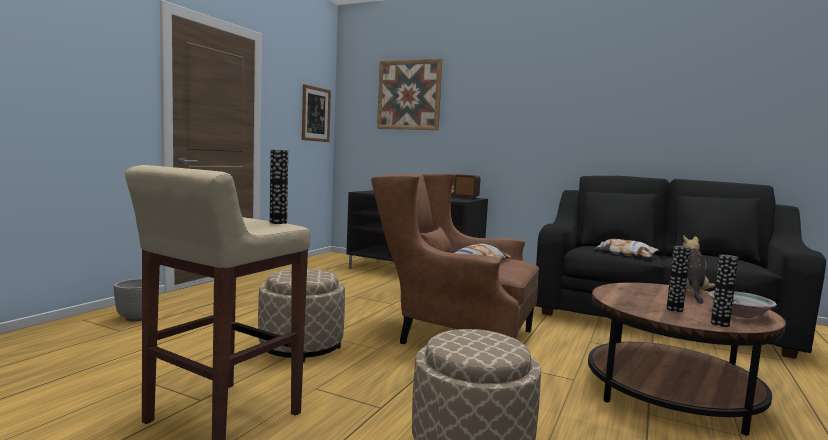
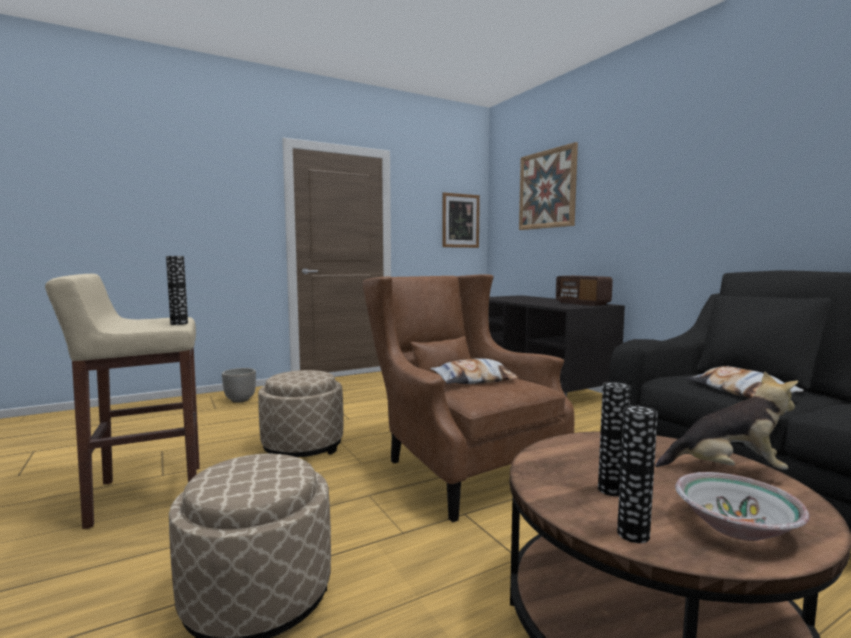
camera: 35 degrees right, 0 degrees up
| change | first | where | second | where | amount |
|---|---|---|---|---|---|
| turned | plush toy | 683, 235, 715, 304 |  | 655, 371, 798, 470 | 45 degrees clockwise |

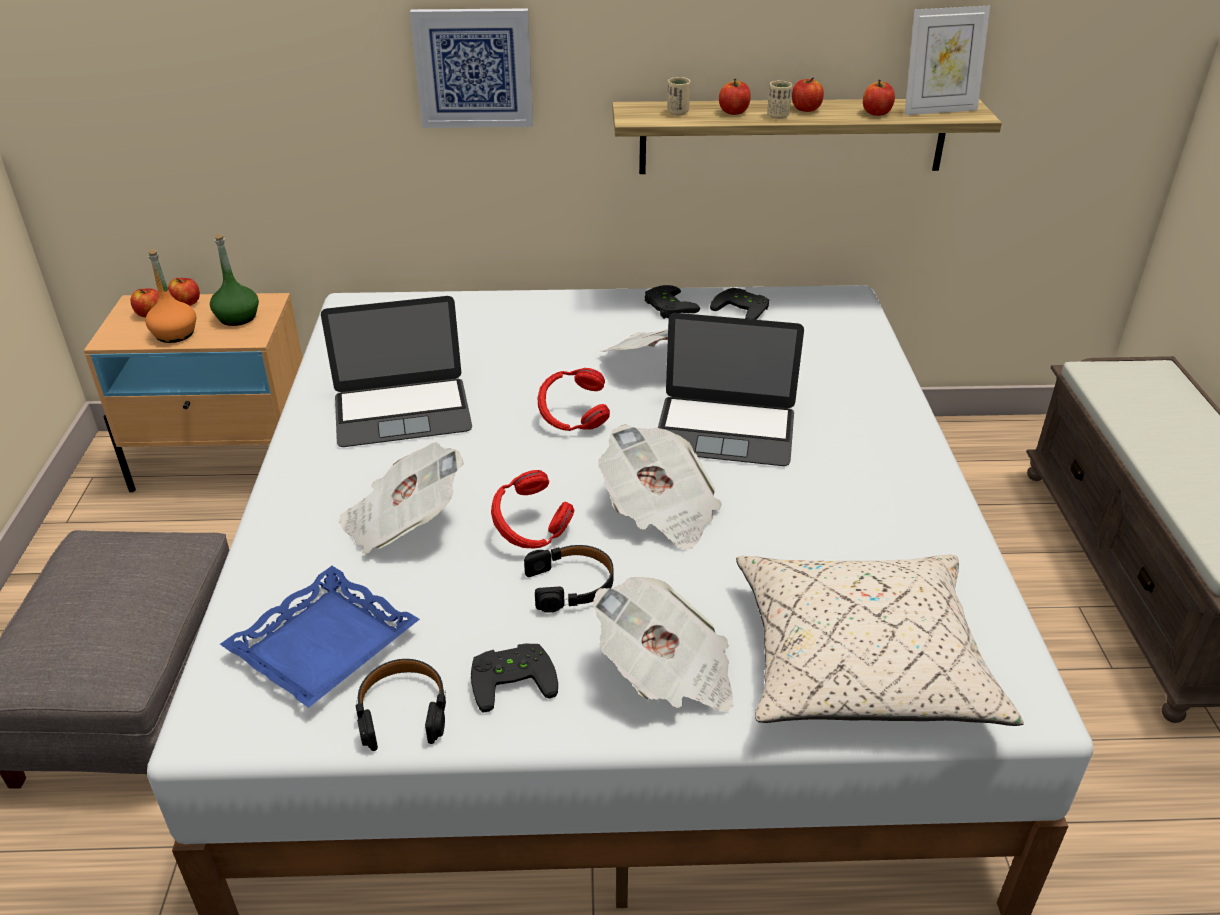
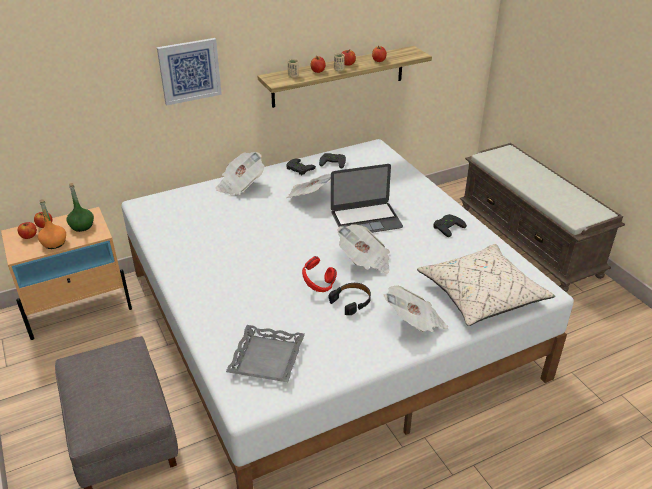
camera: 25 degrees left, 0 degrees up
| change | first | where | second | where | amount |
|---|---|---|---|---|---|
| recoloured | blue carrying tray | 220, 566, 420, 708 | gray carrying tray | 226, 325, 305, 382 |  |
| removed | notebook computer | 321, 296, 472, 447 |  |  |  |
| moved | printed paper | 339, 442, 464, 555 |  | 216, 152, 264, 196 |  |
| removed | black-coloured pair of headphones | 356, 659, 446, 751 |  |  |  |
| moved | black-coloured game controller | 471, 644, 558, 712 |  | 433, 214, 467, 237 |  |
| removed | reddish pair of headphones | 537, 368, 610, 431 |  |  |  |
| removed | standing frame | 905, 6, 990, 115 |  |  |  |

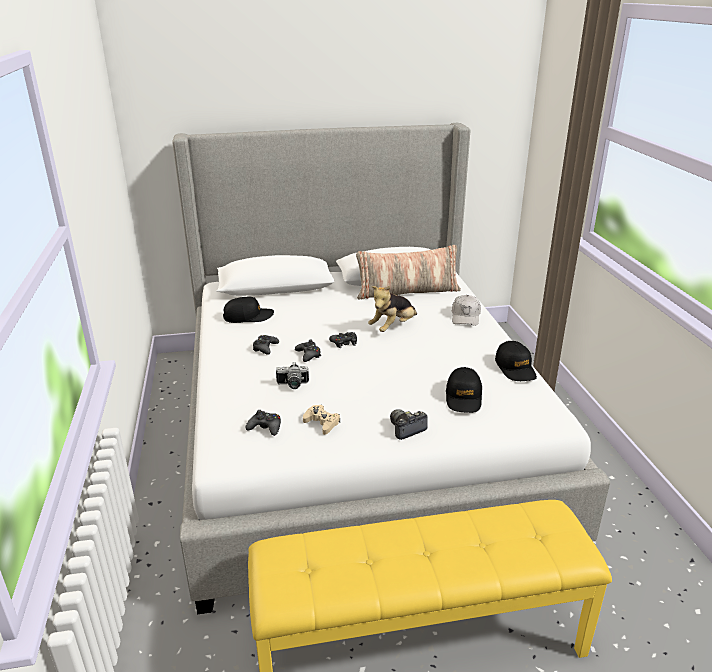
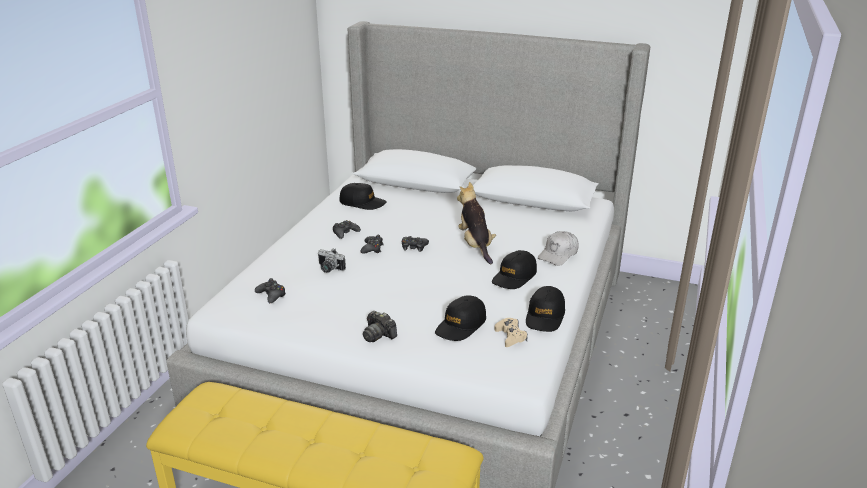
camera: 30 degrees right, 0 degrees up
| change | first | where | second | where | amount |
|---|---|---|---|---|---|
| moved | beige game controller | 303, 405, 340, 435 |  | 494, 318, 527, 347 |  |
| removed | pillow | 356, 245, 461, 299 |  |  |  |
| turned | plush toy | 368, 285, 417, 332 |  | 457, 182, 496, 264 | 90 degrees clockwise |
| turned | still camera | 390, 409, 428, 440 |  | 363, 311, 397, 342 | 135 degrees counterclockwise |
| added |  |  | black-coloured cap | 492, 250, 537, 289 |  |

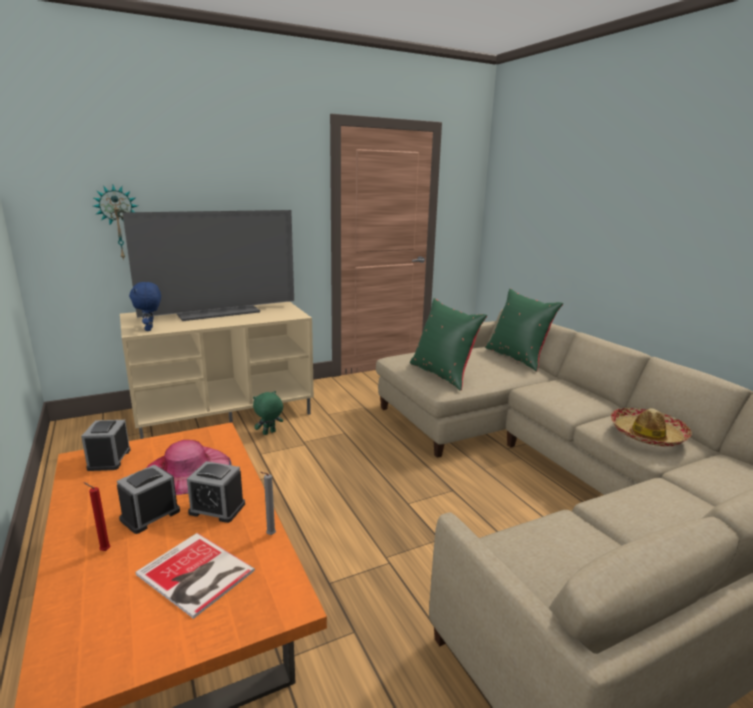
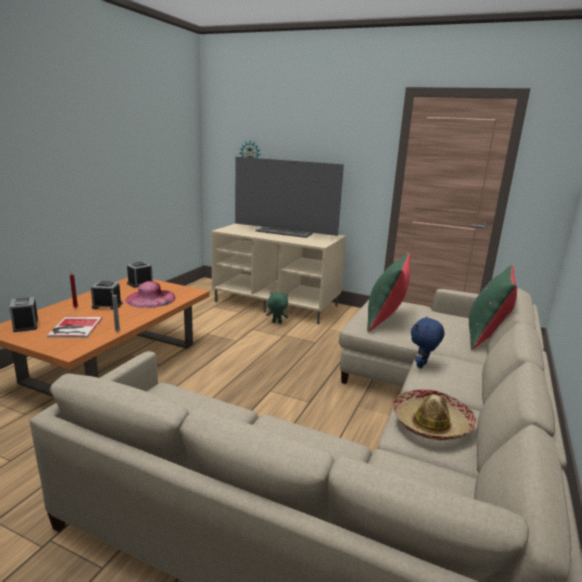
camera: 50 degrees right, 0 degrees up
| change | first | where | second | where | amount |
|---|---|---|---|---|---|
| moved | blue plush toy | 129, 282, 161, 331 |  | 411, 316, 444, 368 |  |
| moved | bedside clock | 187, 461, 245, 523 |  | 9, 297, 38, 332 |  |

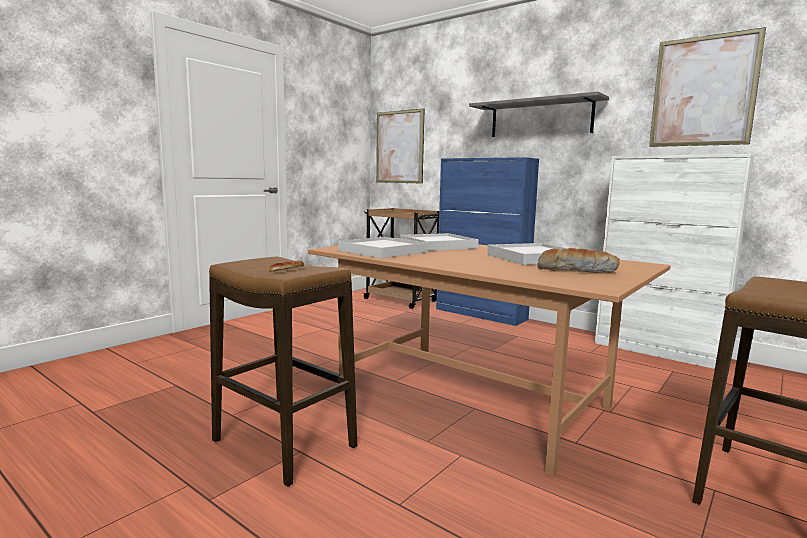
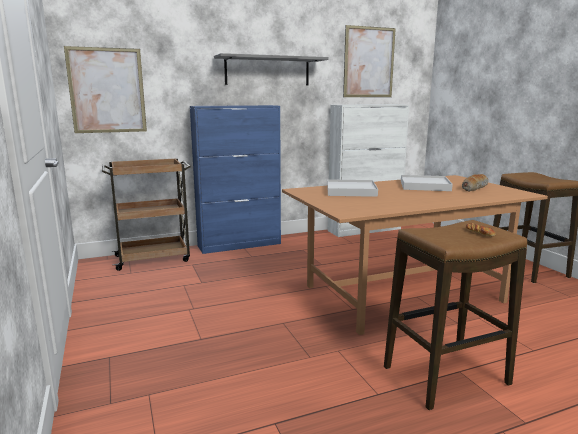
camera: 60 degrees left, 5 degrees up
| change | first | where | second | where | amount |
|---|---|---|---|---|---|
| removed | white-coloured carrying tray | 338, 237, 427, 258 |  |  |  |

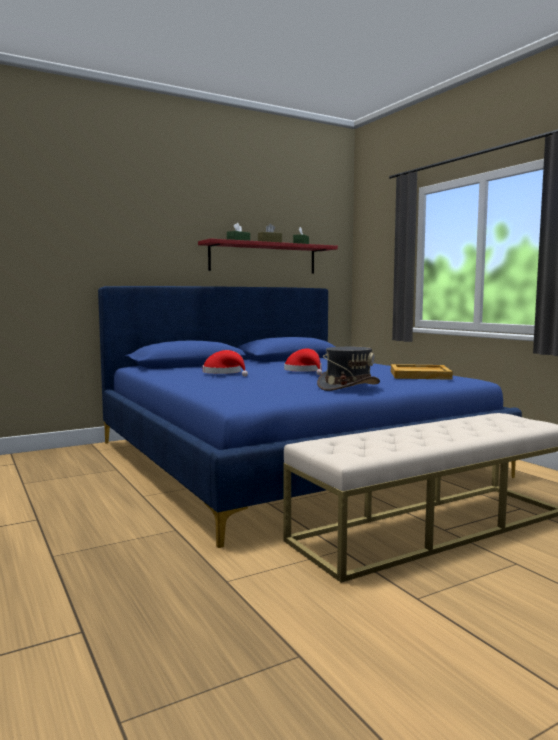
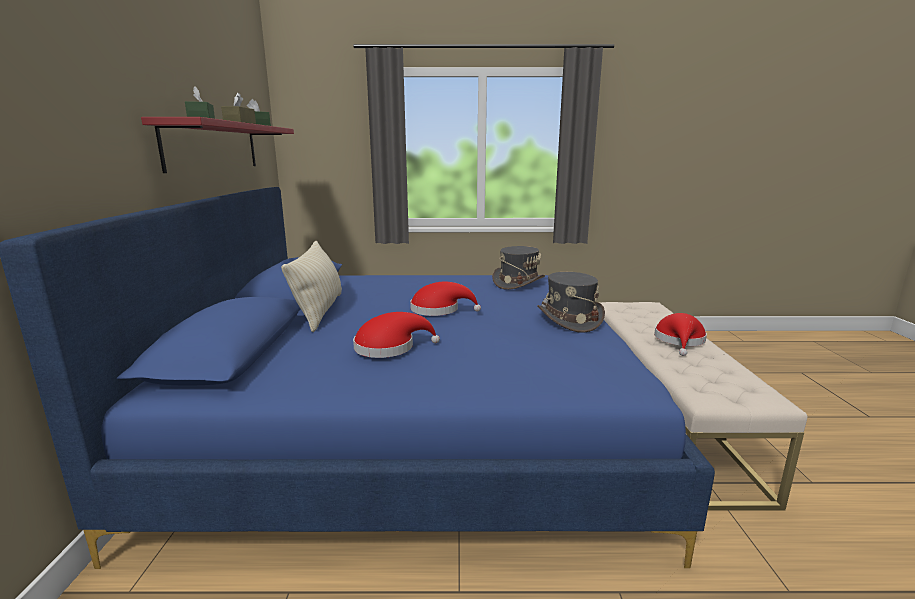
camera: 60 degrees left, 10 degrees up
| change | first | where | second | where | amount |
|---|---|---|---|---|---|
| replaced | beige carrying tray | 391, 364, 453, 380 | gray clothing hat | 492, 246, 545, 290 |  |
| added |  |  | beige pillow | 281, 241, 342, 332 |  |
| added |  |  | reddish clothing hat | 654, 313, 707, 356 |  |

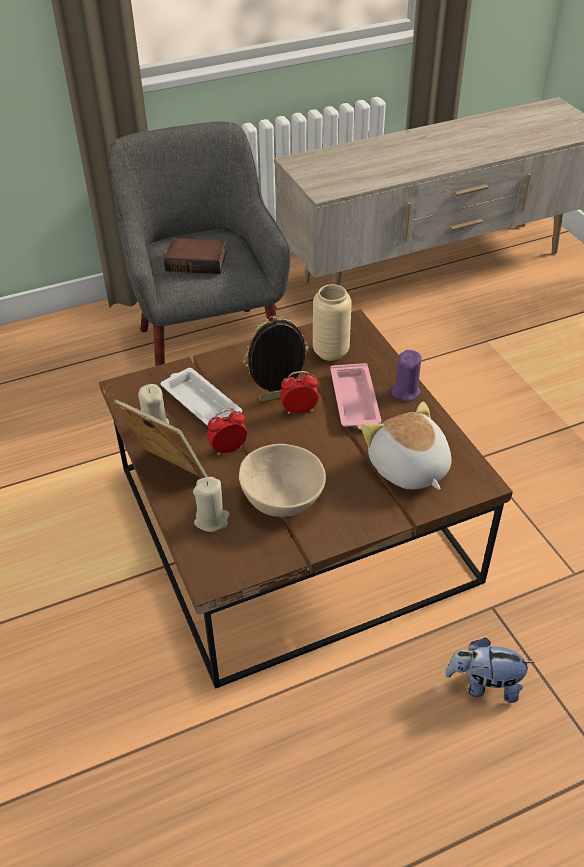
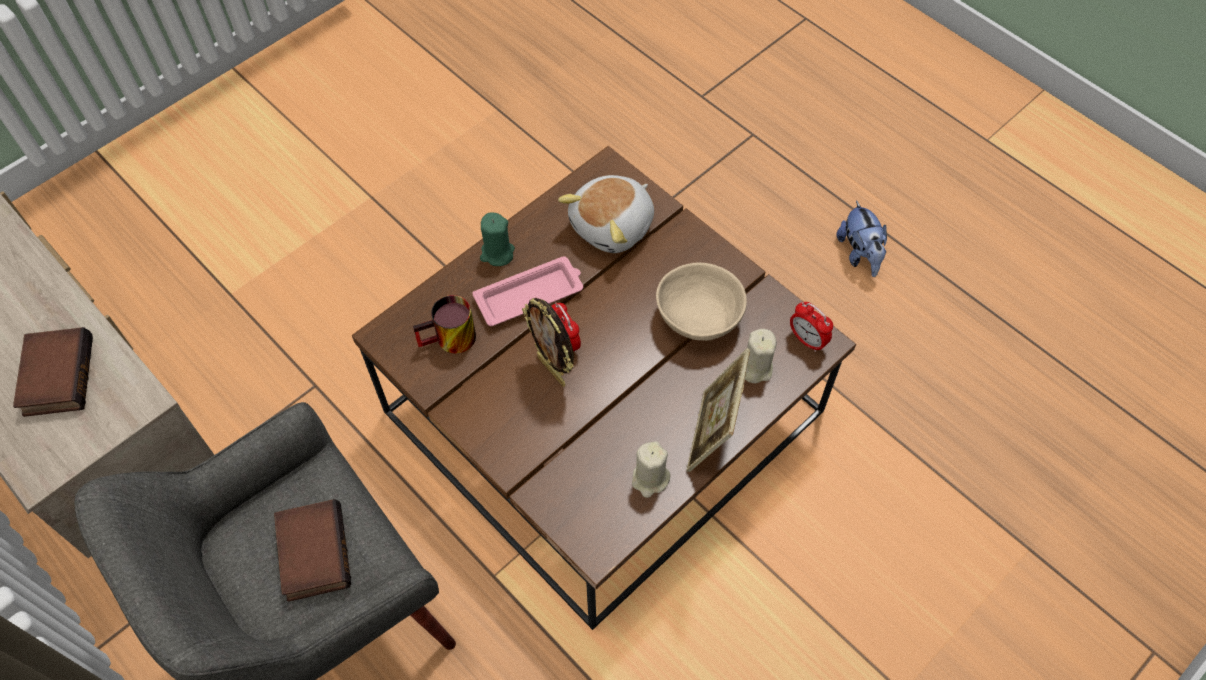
camera: 110 degrees left, 15 degrees up
| change | first | where | second | where | amount |
|---|---|---|---|---|---|
| removed | white-coloured carrying tray | 161, 368, 242, 426 |  |  |  |
| moved | bedside clock | 207, 409, 247, 456 |  | 790, 302, 833, 352 |  |
| replaced | beige decorative vase | 313, 284, 352, 361 | mug | 413, 295, 476, 354 |  |
| recoloured | purplish wax candle | 391, 350, 422, 401 | green wax candle | 480, 213, 515, 266 |  |
| moved | plush toy | 445, 638, 534, 703 |  | 837, 200, 887, 277 |  |
| added |  |  | bound book | 13, 327, 93, 417 |  |

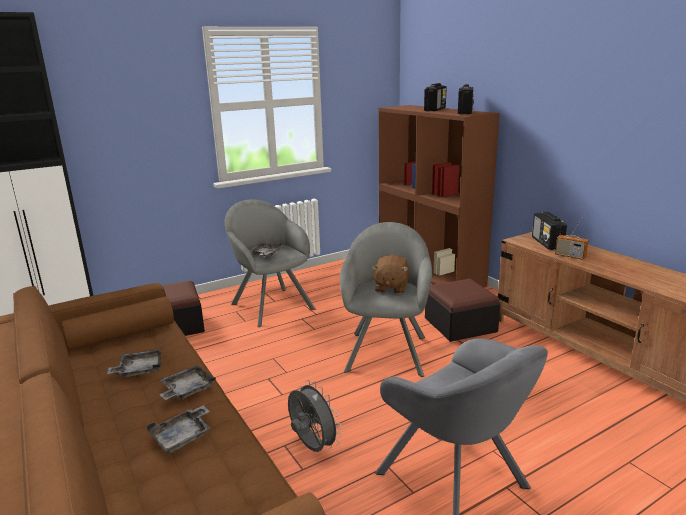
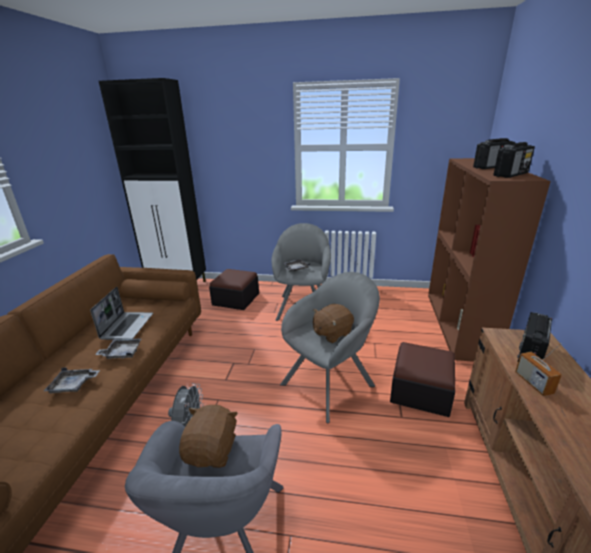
camera: 40 degrees right, 5 degrees up
| change | first | where | second | where | amount |
|---|---|---|---|---|---|
| replaced | gray carrying tray | 107, 349, 161, 377 | notebook computer | 90, 287, 153, 340 |  |
| added |  |  | brownish plush toy | 179, 405, 238, 468 |  |

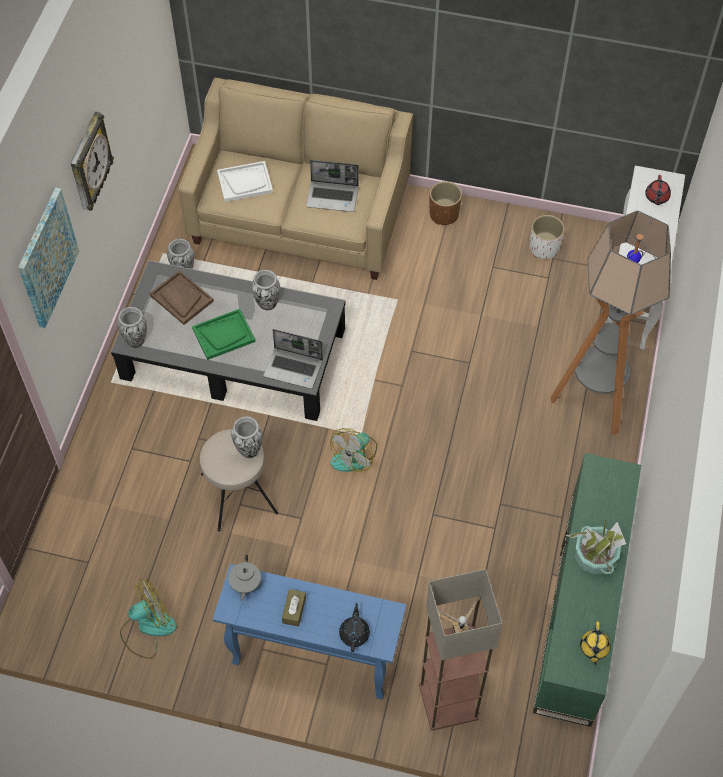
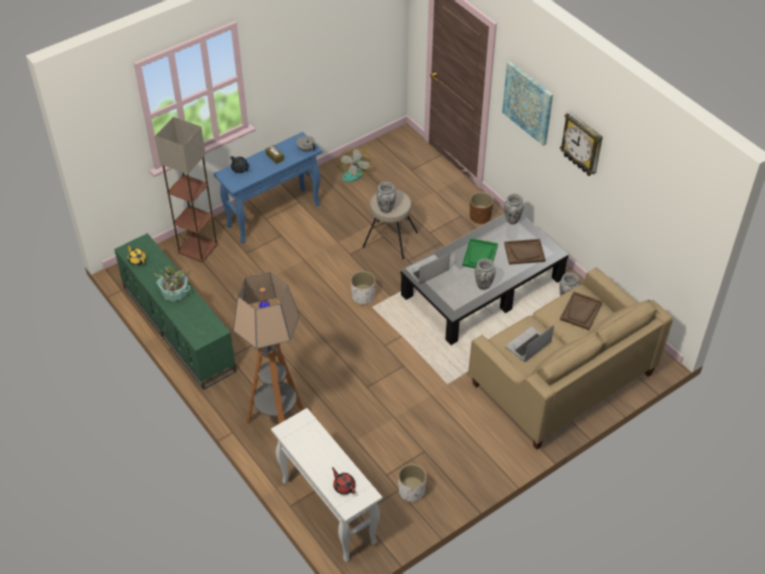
camera: 130 degrees right, 10 degrees down
| change | first | where | second | where | amount |
|---|---|---|---|---|---|
| recoloured | white-coloured carrying tray | 217, 161, 273, 202 | brownish carrying tray | 560, 291, 602, 330 |  |
| replaced | cooling fan | 330, 428, 377, 472 | white-coloured planter | 350, 271, 375, 305 |  |
| moved | brownish planter | 429, 181, 462, 225 |  | 470, 192, 493, 224 |  |

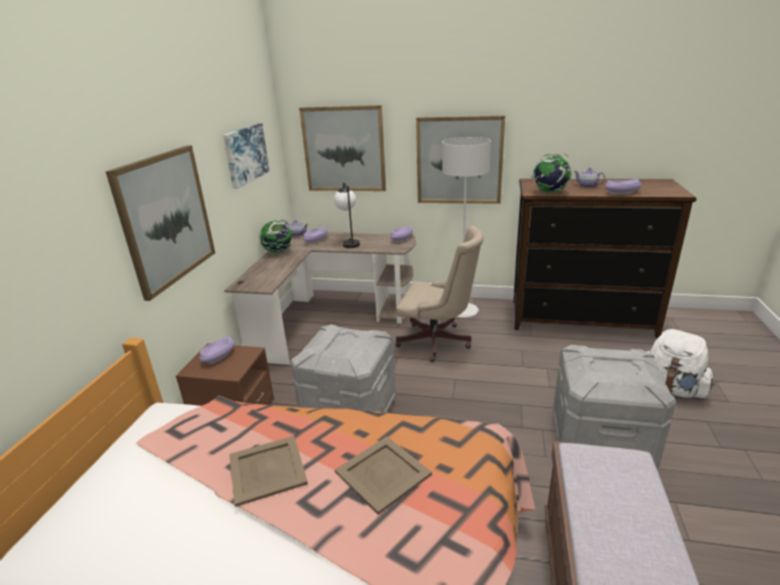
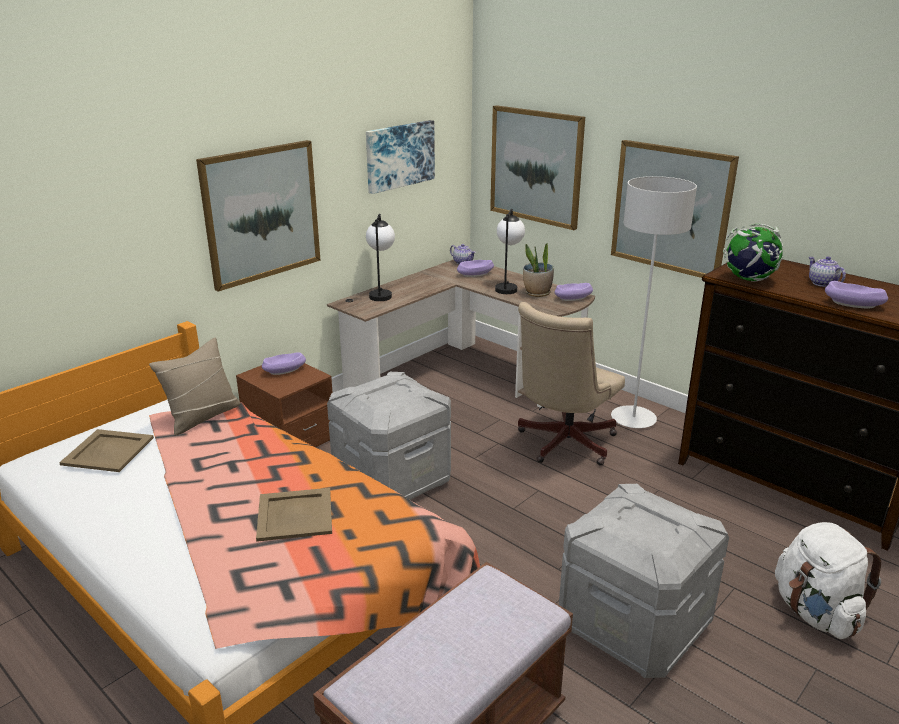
camera: 30 degrees right, 0 degrees up
| change | first | where | second | where | amount |
|---|---|---|---|---|---|
| moved | beige carrying tray | 229, 436, 308, 507 |  | 59, 429, 154, 472 |  |
| removed | world globe | 259, 219, 292, 254 |  |  |  |
| turned | beige computer chair | 395, 226, 484, 362 |  | 518, 302, 625, 466 | 75 degrees clockwise |
| added |  |  | beige pillow | 149, 338, 241, 436 |  |
| added |  |  | tabletop lamp | 366, 214, 395, 301 |  |
| added |  |  | potted plant | 523, 242, 554, 297 |  |

